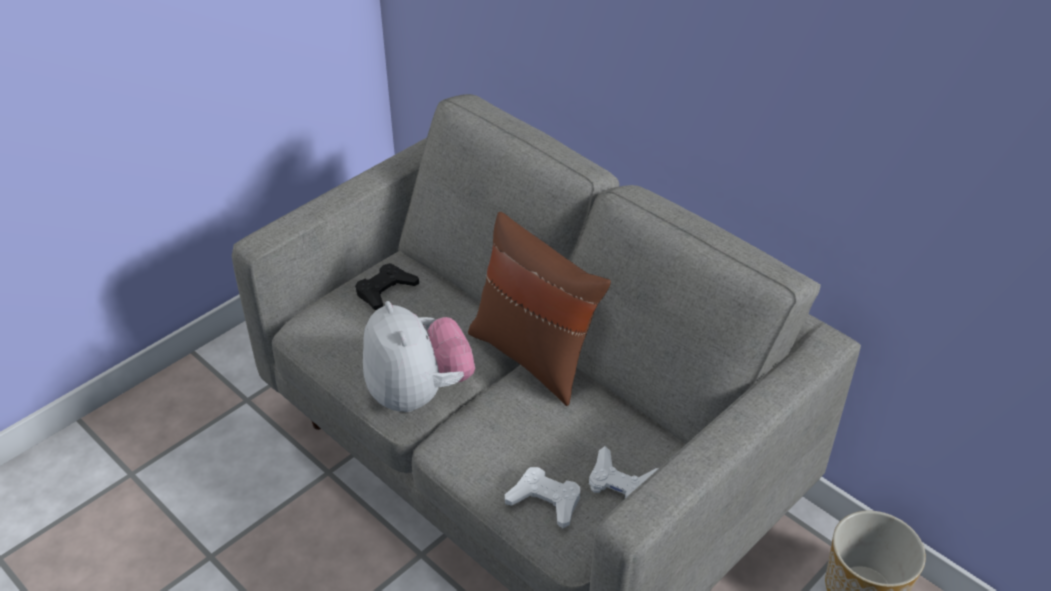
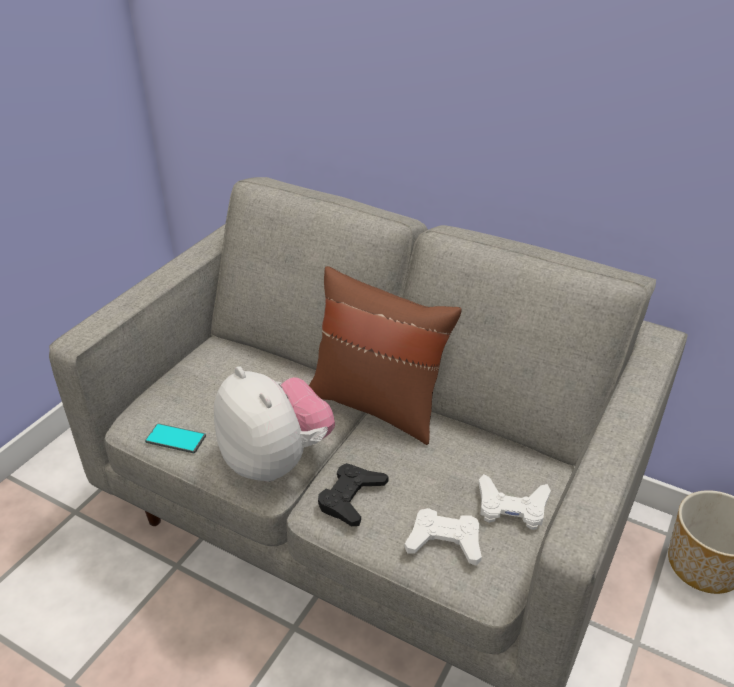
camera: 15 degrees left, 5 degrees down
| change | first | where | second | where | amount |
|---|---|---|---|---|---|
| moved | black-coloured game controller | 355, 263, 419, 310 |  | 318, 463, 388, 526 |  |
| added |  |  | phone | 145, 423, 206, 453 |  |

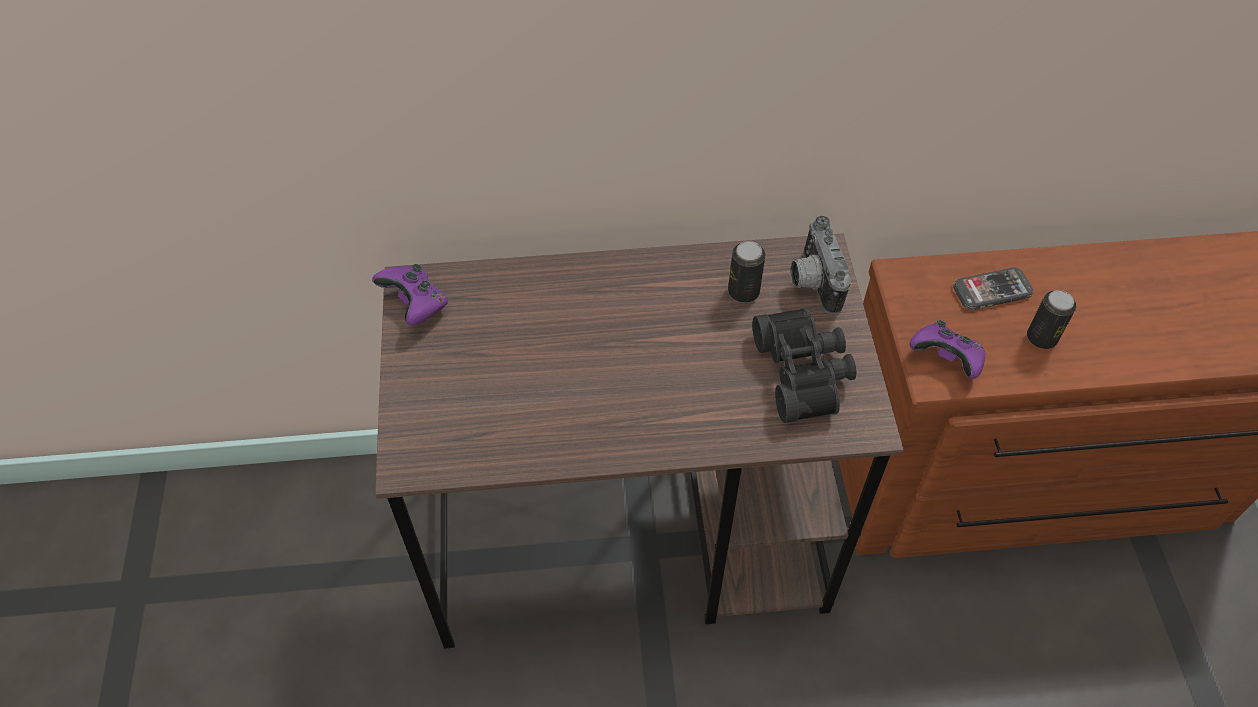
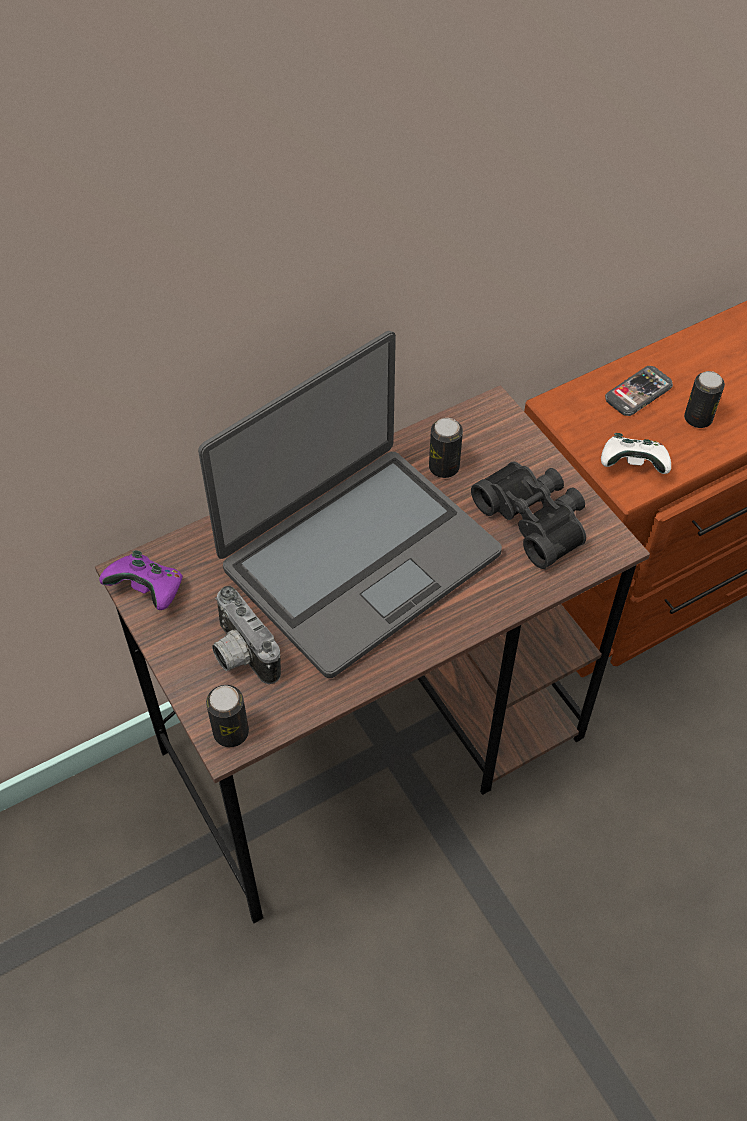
camera: 25 degrees left, 0 degrees up
| change | first | where | second | where | amount |
|---|---|---|---|---|---|
| moved | still camera | 791, 215, 851, 314 |  | 212, 586, 281, 684 |  |
| recoloured | purplish game controller | 910, 320, 985, 379 | white-coloured game controller | 601, 433, 671, 474 |  |
| added |  |  | notebook computer | 198, 331, 502, 678 |  |
| added |  |  | can | 206, 685, 249, 747 |  |

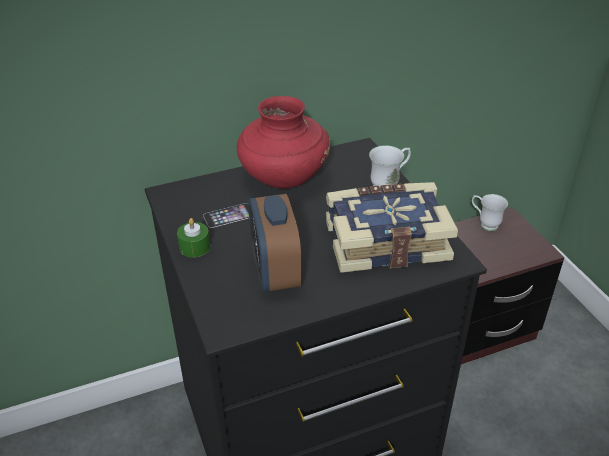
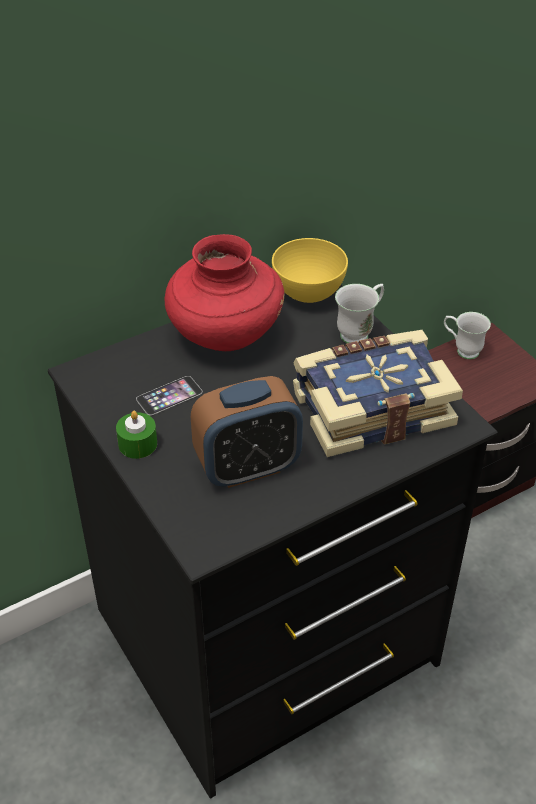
camera: 10 degrees left, 5 degrees up
| change | first | where | second | where | amount |
|---|---|---|---|---|---|
| turned | bedside clock | 249, 194, 301, 292 |  | 191, 376, 303, 488 | 90 degrees counterclockwise |
| added |  |  | yellow-coloured deep dish | 272, 238, 348, 303 |  |

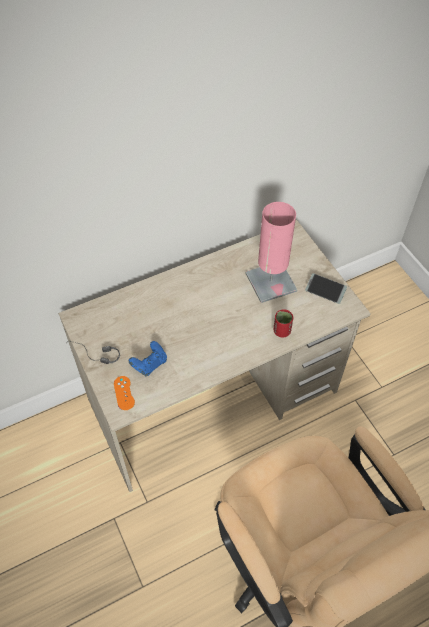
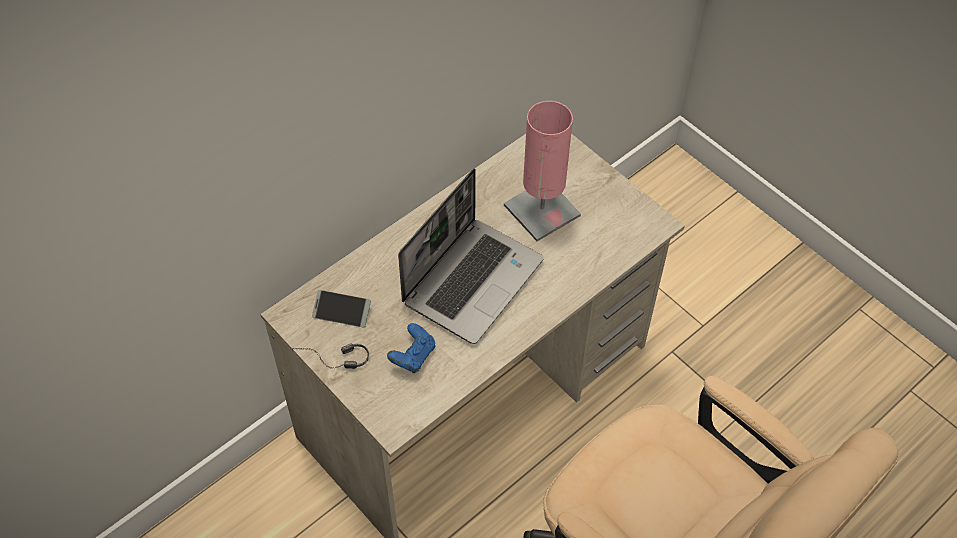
camera: 15 degrees left, 0 degrees up
| change | first | where | second | where | amount |
|---|---|---|---|---|---|
| removed | orange-coloured game controller | 114, 376, 135, 410 |  |  |  |
| removed | reddish small cup | 274, 309, 294, 337 |  |  |  |
| moved | phone | 305, 273, 347, 304 |  | 312, 290, 371, 328 |  |
| added |  |  | notebook computer | 398, 168, 544, 344 |  |

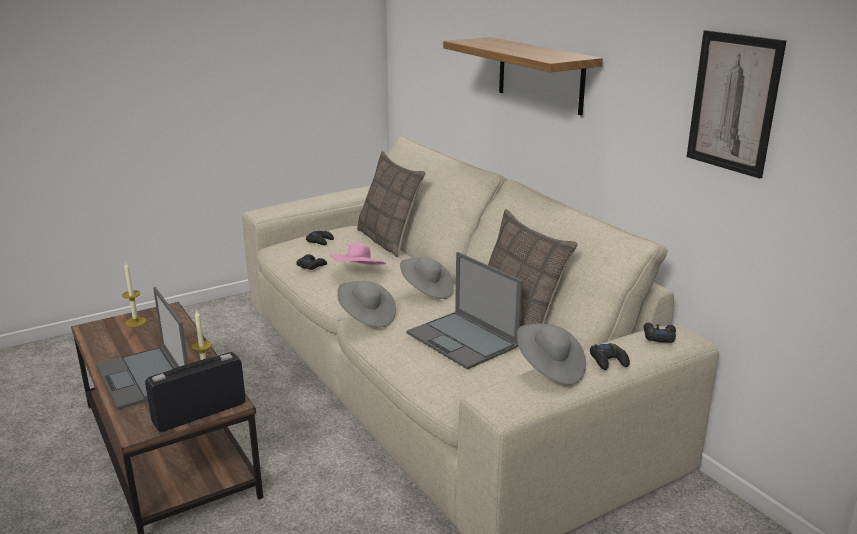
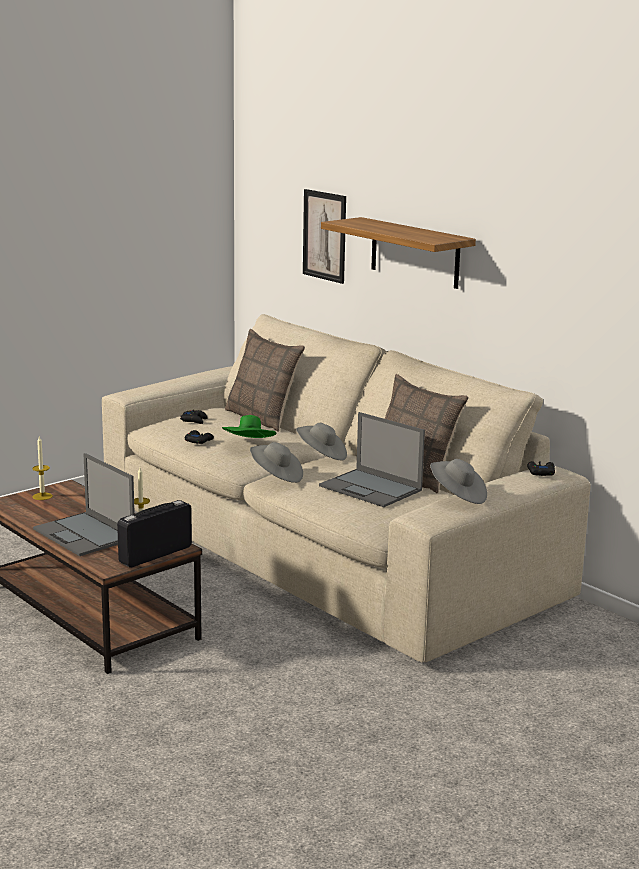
camera: 10 degrees left, 5 degrees down
| change | first | where | second | where | amount |
|---|---|---|---|---|---|
| recoloured | pink-coloured clothing hat | 330, 243, 386, 265 | green clothing hat | 222, 415, 276, 438 |  |
| removed | black-coloured game controller | 590, 343, 630, 370 |  |  |  |
| moved | picture | 687, 30, 787, 179 |  | 303, 189, 346, 284 |  |

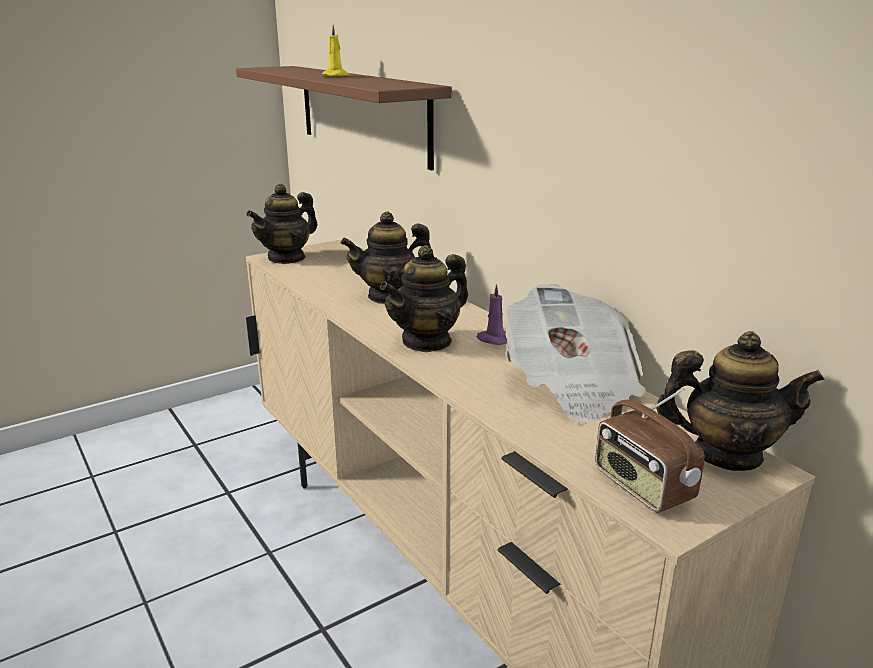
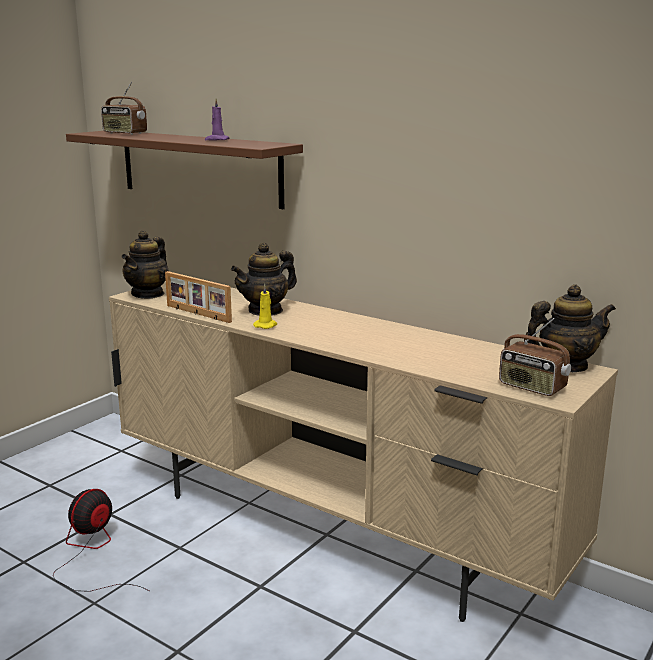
camera: 20 degrees left, 5 degrees down
| change | first | where | second | where | amount |
|---|---|---|---|---|---|
| moved | yellow-coloured wax candle | 322, 25, 349, 76 |  | 253, 284, 277, 329 |  |
| removed | pot for tea | 380, 245, 468, 352 |  |  |  |
| moved | purplish wax candle | 477, 284, 507, 345 |  | 205, 99, 229, 140 |  |
| removed | printed paper | 505, 284, 646, 424 |  |  |  |
| added |  |  | cooling fan | 53, 489, 149, 592 |  |
| added |  |  | radio receiver | 101, 81, 147, 135 |  |
| added |  |  | standing frame | 165, 271, 232, 323 |  |

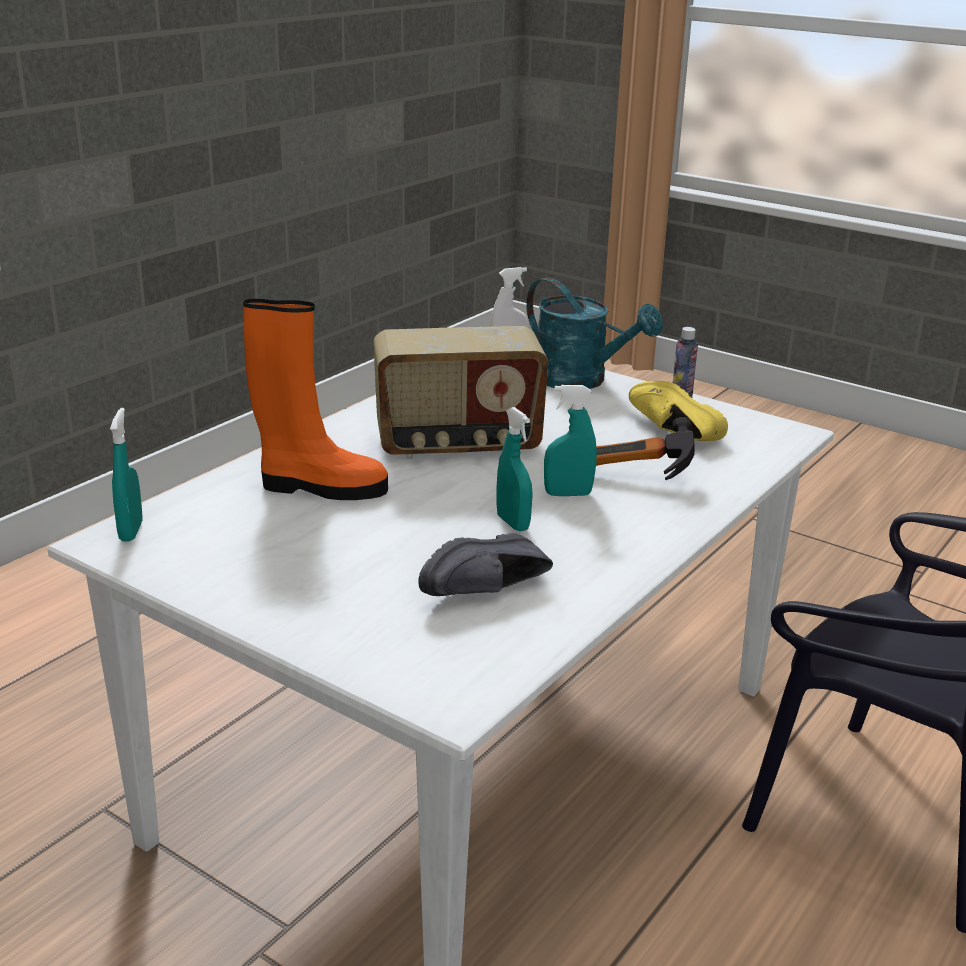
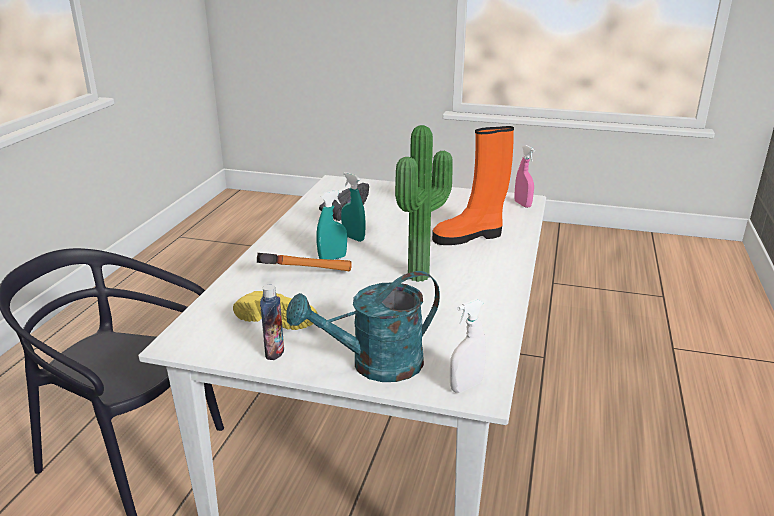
camera: 160 degrees right, 0 degrees up
| change | first | where | second | where | amount |
|---|---|---|---|---|---|
| recoloured | blue-green spray bottle | 110, 408, 143, 541 | pink-coloured spray bottle | 514, 145, 535, 208 |  |
| replaced | radio receiver | 373, 326, 548, 459 | potted plant | 395, 125, 453, 282 |  |
| turned | blue-green watering pot | 526, 278, 663, 389 |  | 286, 271, 440, 382 | 45 degrees counterclockwise |

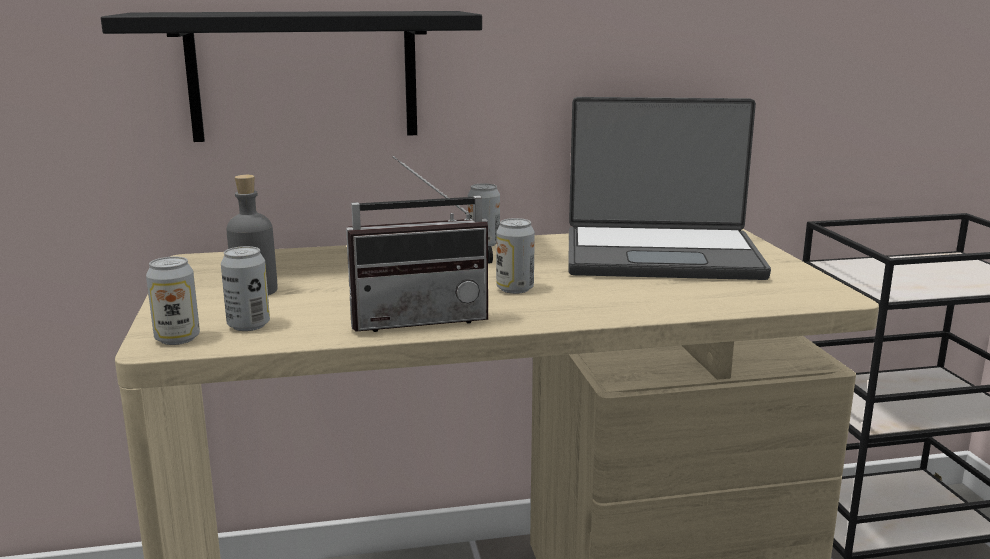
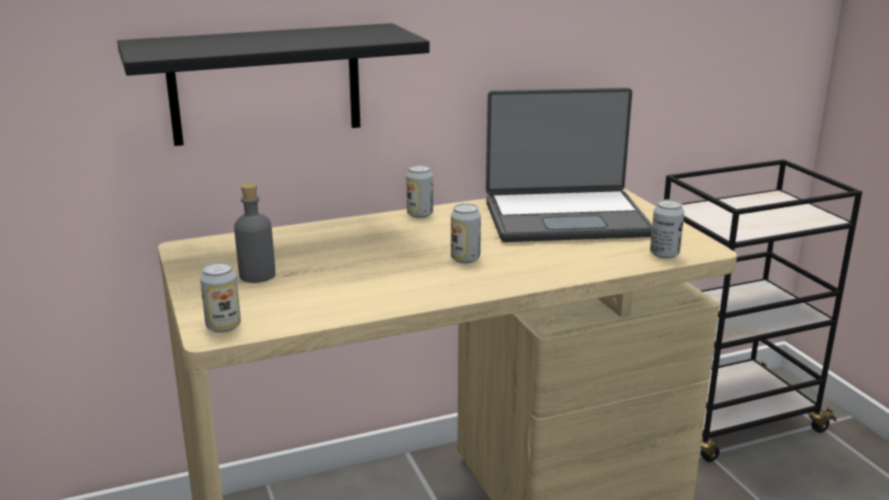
camera: 10 degrees left, 5 degrees up
| change | first | where | second | where | amount |
|---|---|---|---|---|---|
| moved | can | 221, 246, 270, 331 |  | 650, 199, 684, 259 |  |
| removed | radio receiver | 346, 156, 493, 332 |  |  |  |

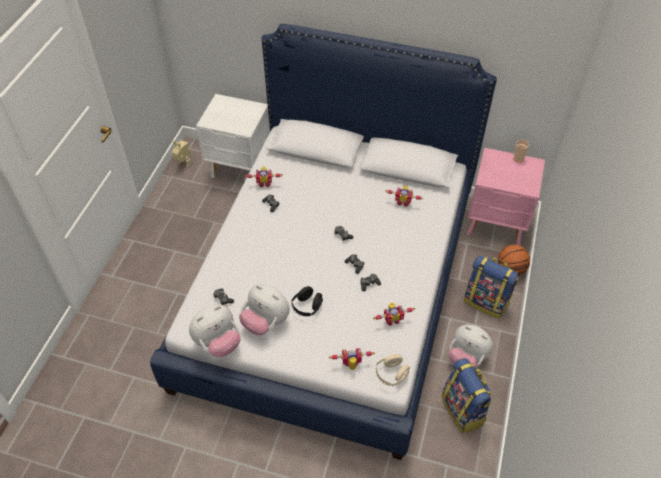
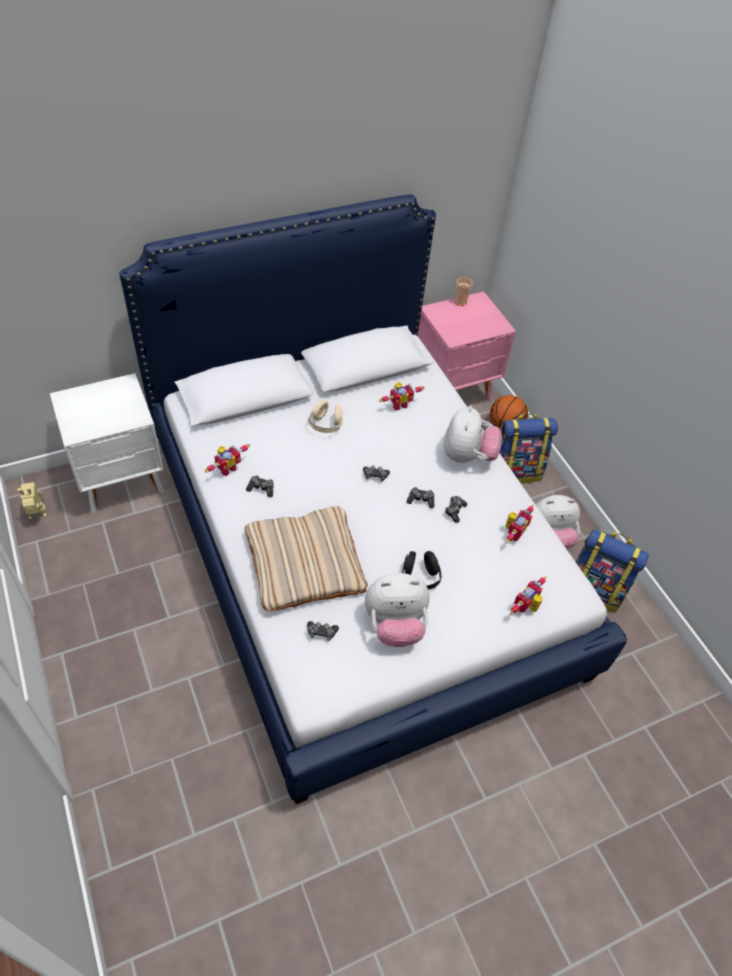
camera: 45 degrees left, 0 degrees up
| change | first | where | second | where | amount |
|---|---|---|---|---|---|
| moved | plush toy | 189, 304, 241, 357 |  | 443, 405, 502, 463 |  |
| moved | beige pair of headphones | 375, 354, 410, 386 |  | 308, 400, 343, 433 |  |
| added |  |  | beige pillow | 245, 506, 368, 611 |  |

